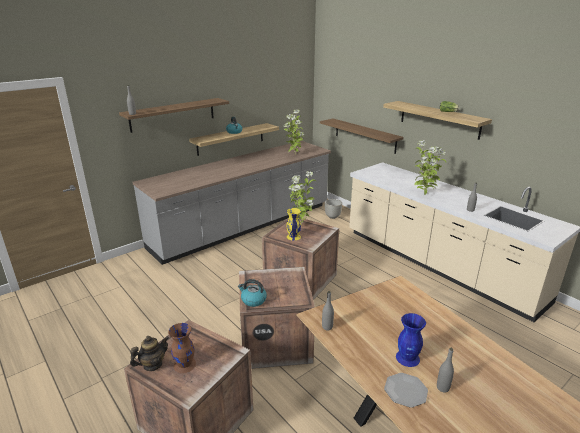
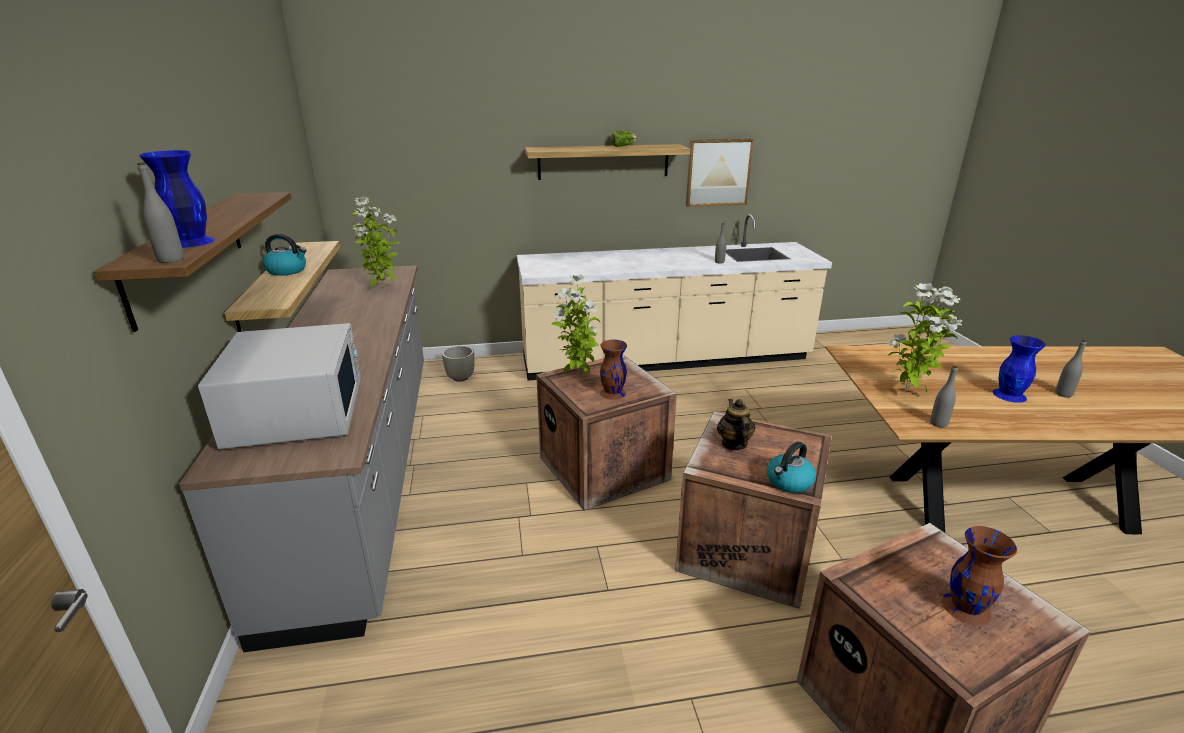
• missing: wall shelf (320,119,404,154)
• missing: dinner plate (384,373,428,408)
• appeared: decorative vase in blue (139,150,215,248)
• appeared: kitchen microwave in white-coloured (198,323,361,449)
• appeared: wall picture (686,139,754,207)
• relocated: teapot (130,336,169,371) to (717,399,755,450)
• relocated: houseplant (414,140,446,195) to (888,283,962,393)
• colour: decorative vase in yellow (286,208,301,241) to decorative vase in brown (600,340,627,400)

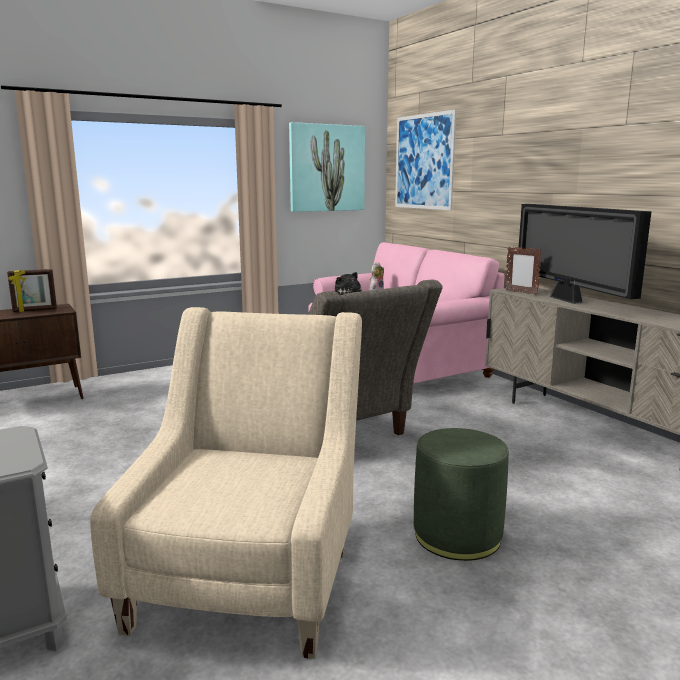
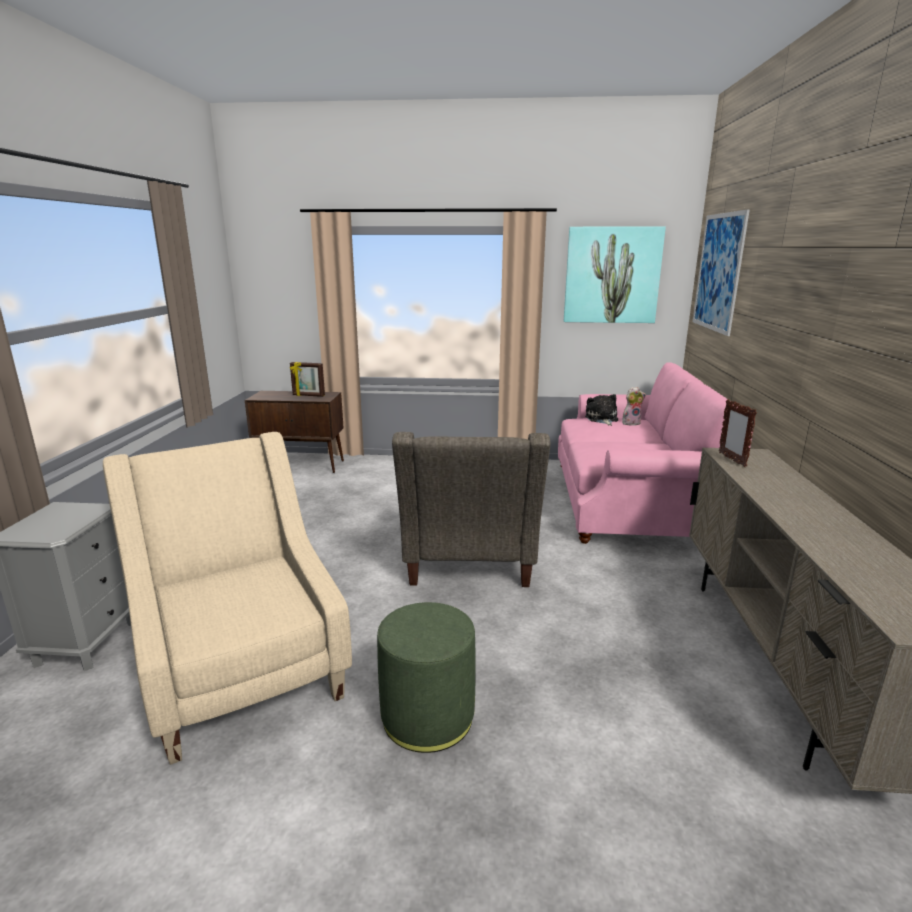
• missing: television (518,204,652,304)
• spun: lounge chair in beige-coloured (90,307,362,659) = (103,432,352,765) 75 degrees counterclockwise

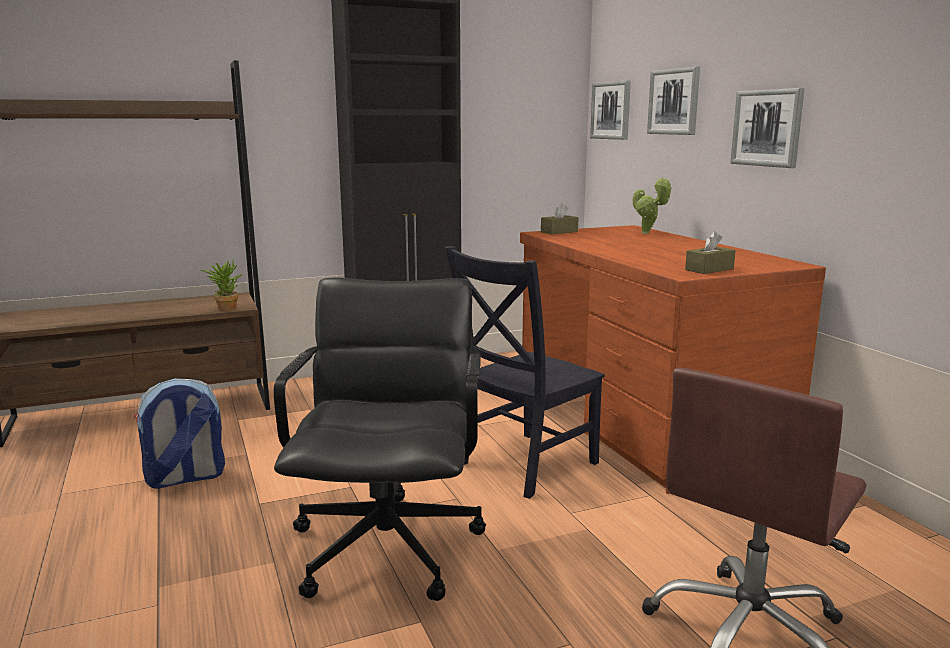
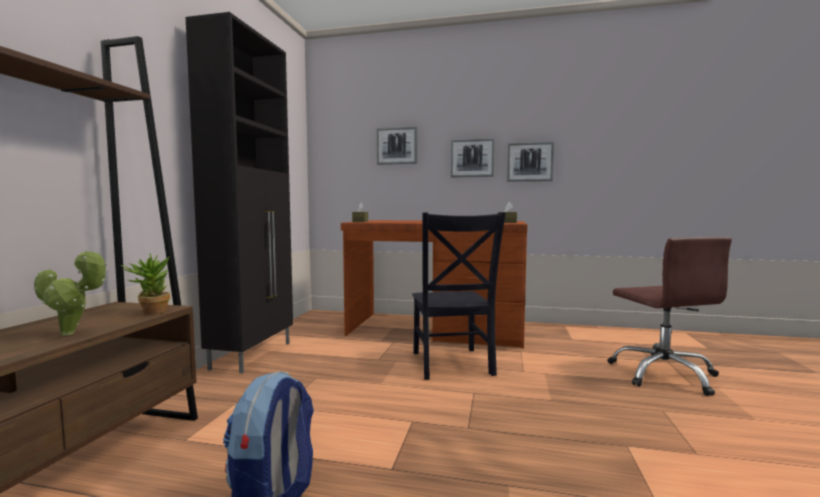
• missing: office chair in black (274,278,486,601)
• relocated: wall picture (590,80,631,140) to (507,141,554,182)
• relocated: houseplant (633,177,672,234) to (34,250,108,336)

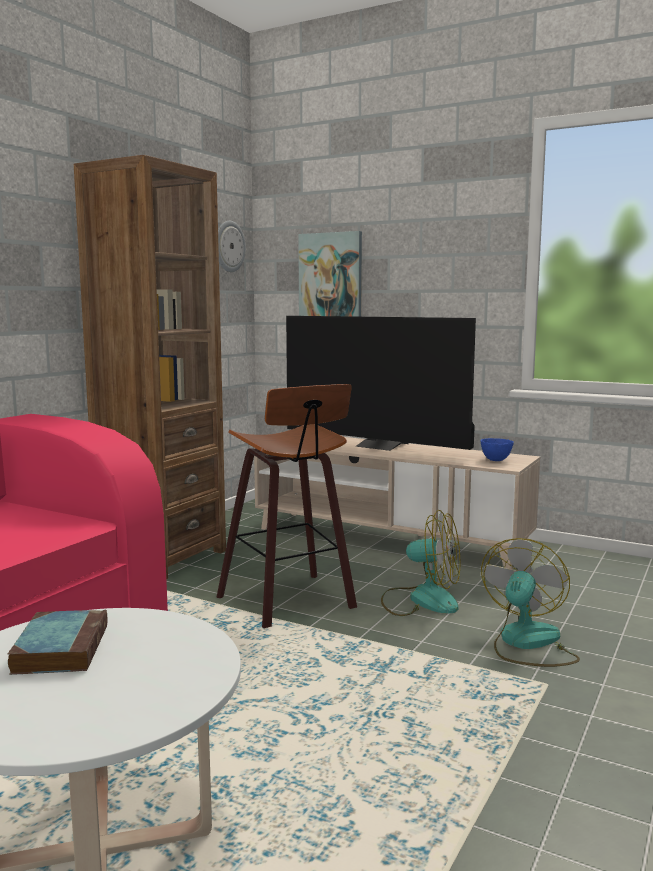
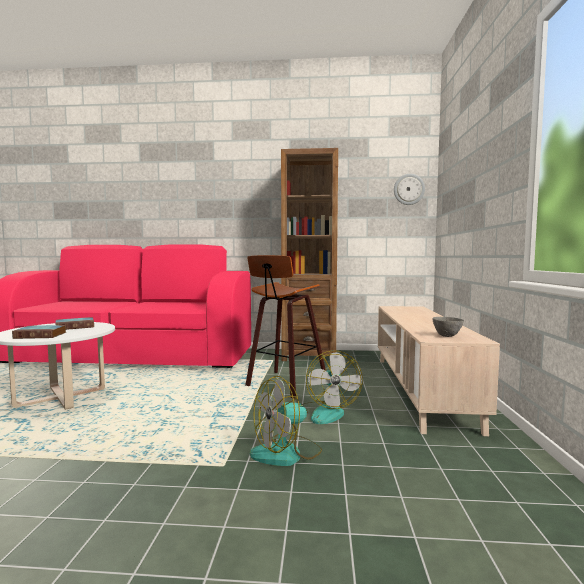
• missing: television (286,316,476,451)
• missing: wall picture (298,231,362,317)
• appeared: volume (12,325,67,339)
• colour: serving bowl in blue (480,438,514,461) to serving bowl in gray (432,317,464,337)
• spun: fan (481,538,580,667) = (250,376,322,466) 150 degrees clockwise

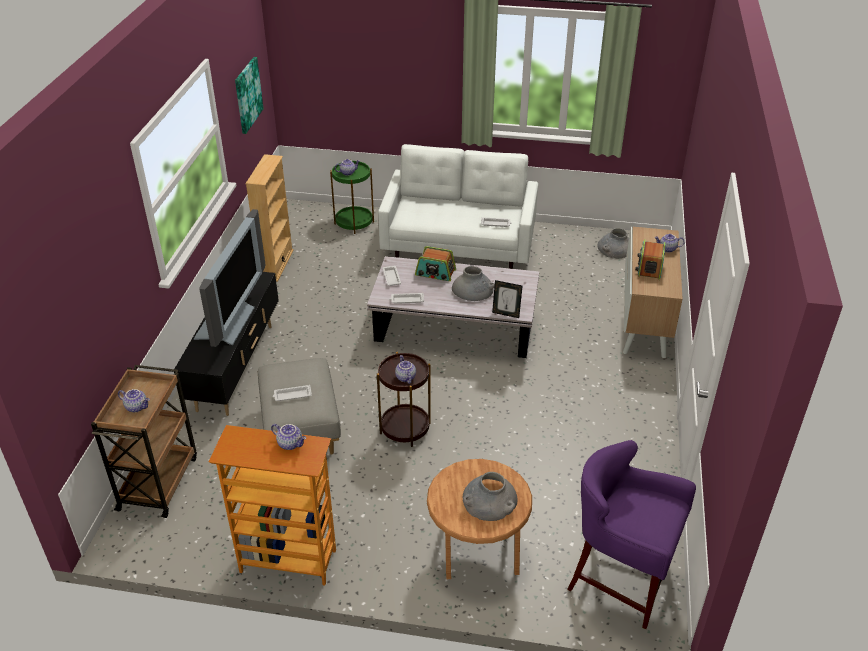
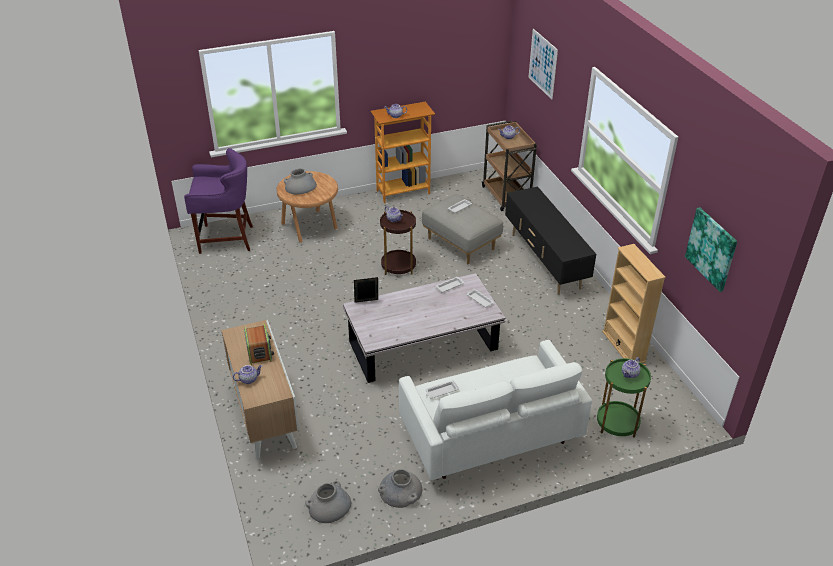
• missing: television (194,209,266,347)
• missing: radio (415,246,456,281)
• appeared: wall picture (529,29,558,100)
• relocated: decorative vase in gray (452,266,495,301) to (378,469,422,508)

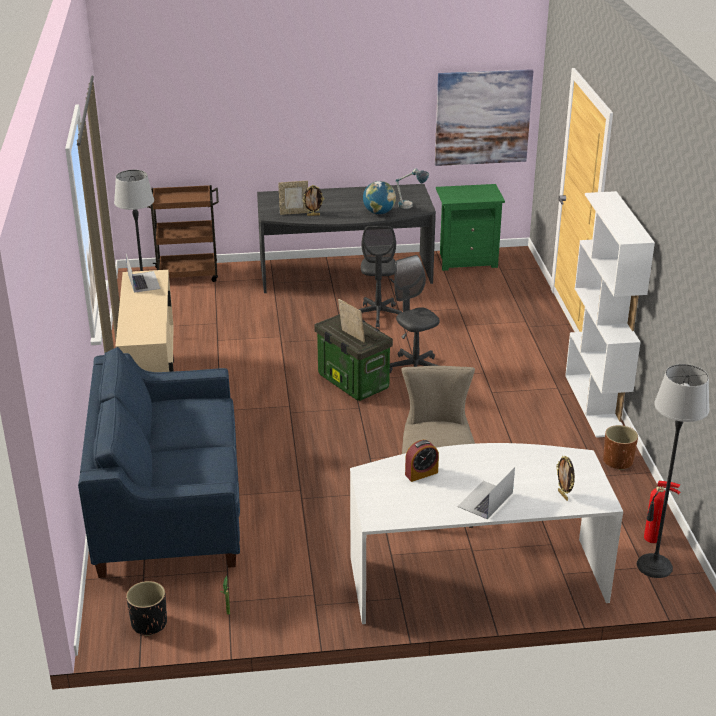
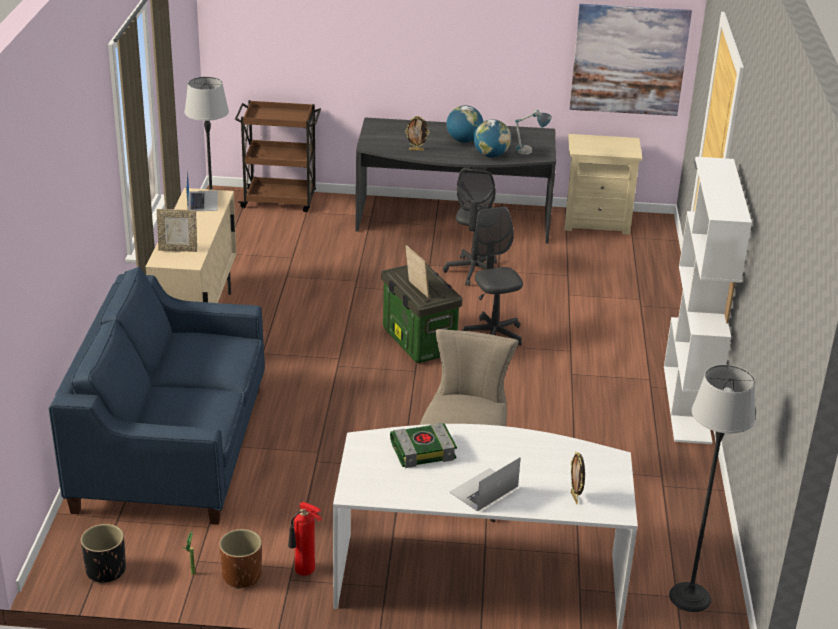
• appeared: globe (446,105,483,143)
• relocated: photo frame (278,181,309,215) to (157,209,197,252)
• relocated: planter in brown (603,425,638,470) to (219,529,262,589)
• relocated: extinguisher (644,481,680,543) to (288,502,322,576)
• exchanged: table clock (405,440,439,482) to volume (390,423,457,468)
• colour: night table in greenish (436,184,505,271) to night table in beige-coloured (564,134,642,235)

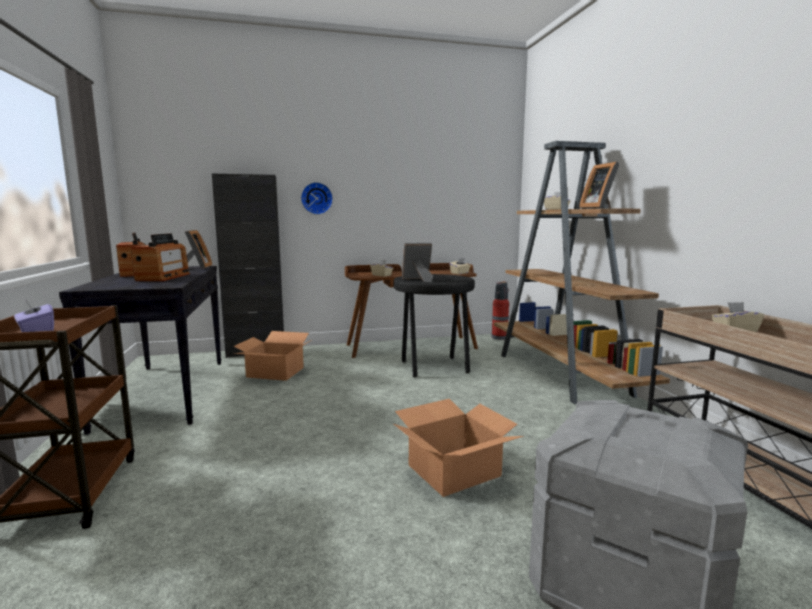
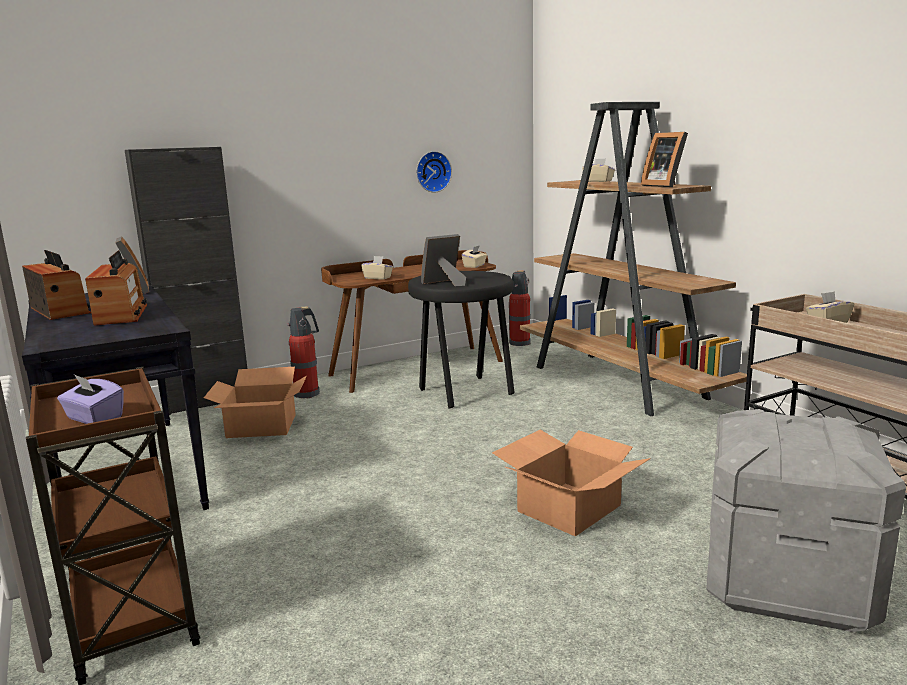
• appeared: extinguisher (287,307,320,398)
• relocated: clock on the wall (301,182,333,215) to (416,151,452,193)

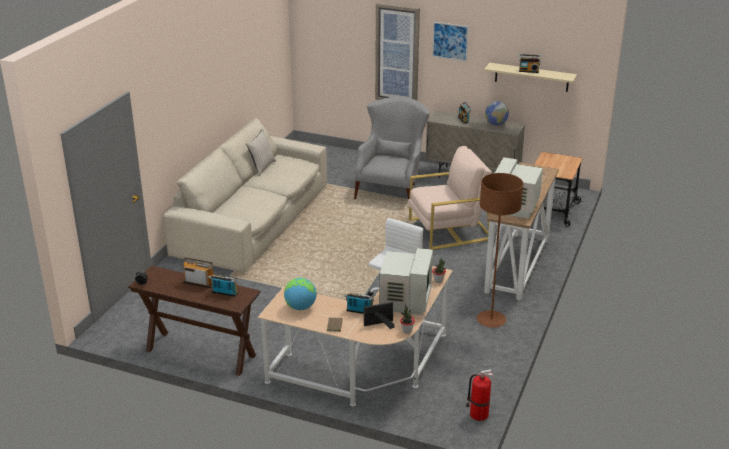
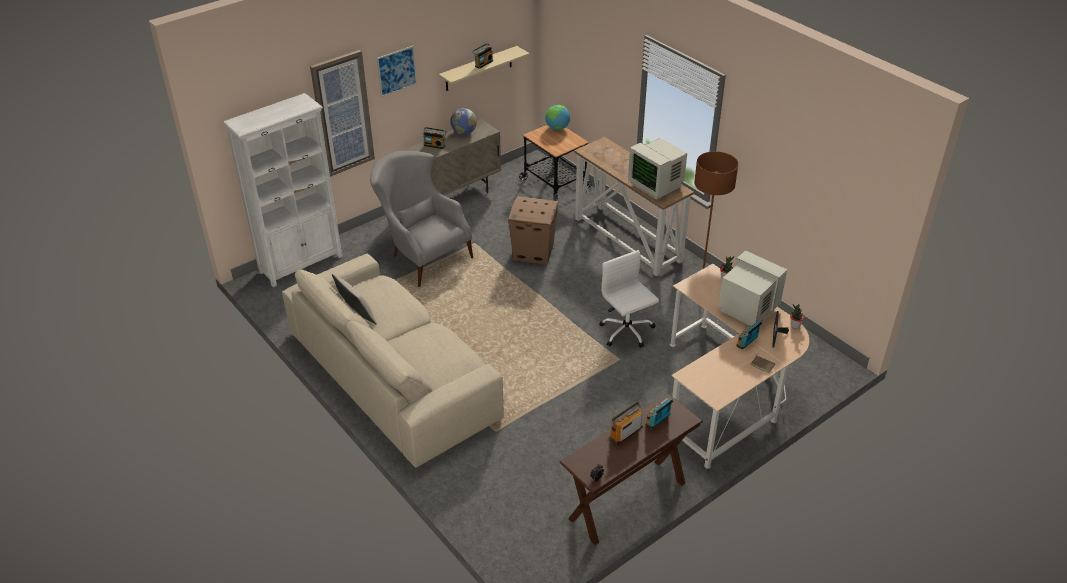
• missing: extinguisher (466,369,493,421)
• appeared: bookshelf in white-coloured (223,93,343,287)
• relocated: globe (284,277,317,310) to (545,105,570,130)
• exchanged: lounge chair in beige-coloured (408,146,492,250) to carton (508,196,558,265)

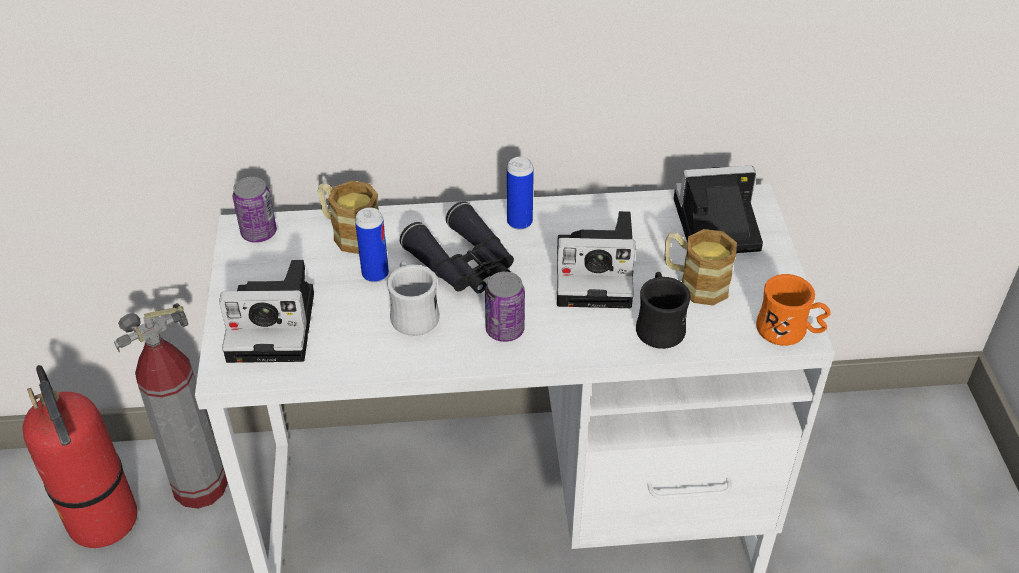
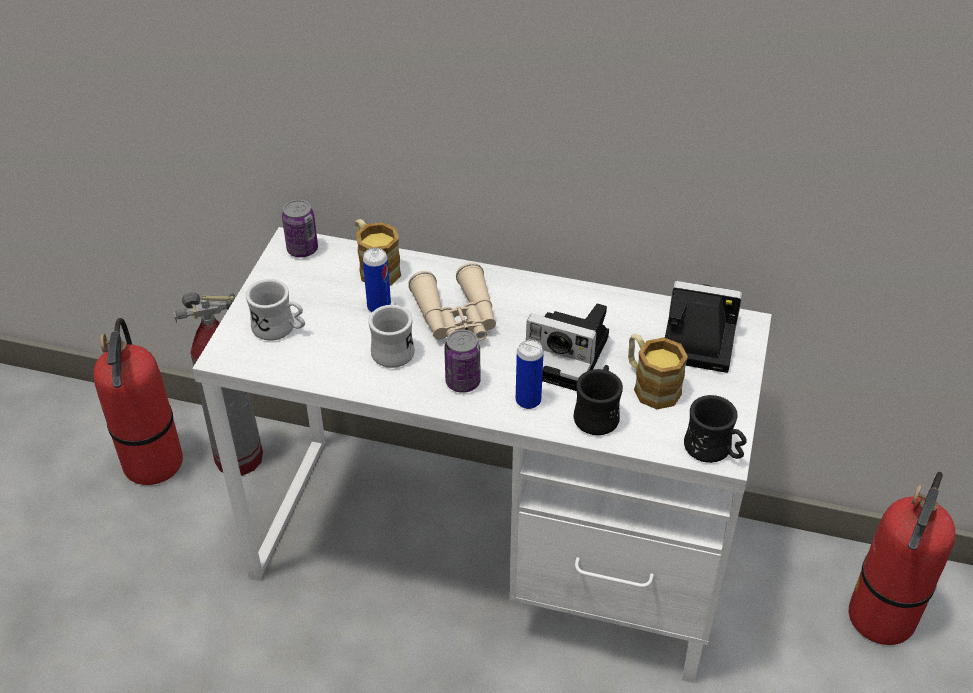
• appeared: extinguisher (849,472,955,645)
• relocated: sealed can (507,157,534,230) to (516,340,544,409)
• exchanged: photo camera (219,260,314,363) to coffee mug in white-coloured (246,279,305,341)
• colour: pair of binoculars in black (400,201,514,294) to pair of binoculars in beige-coloured (409,262,496,340)
• colour: coffee mug in orange (756,274,831,346) to coffee mug in black (684,395,747,463)

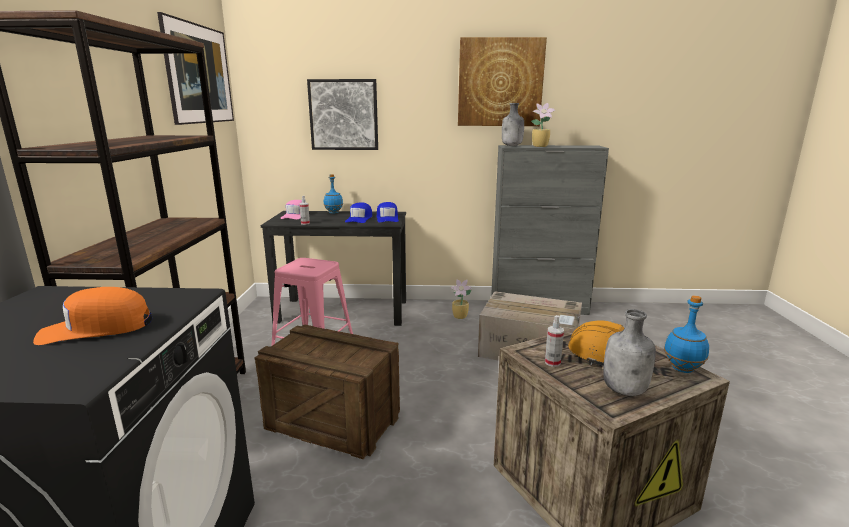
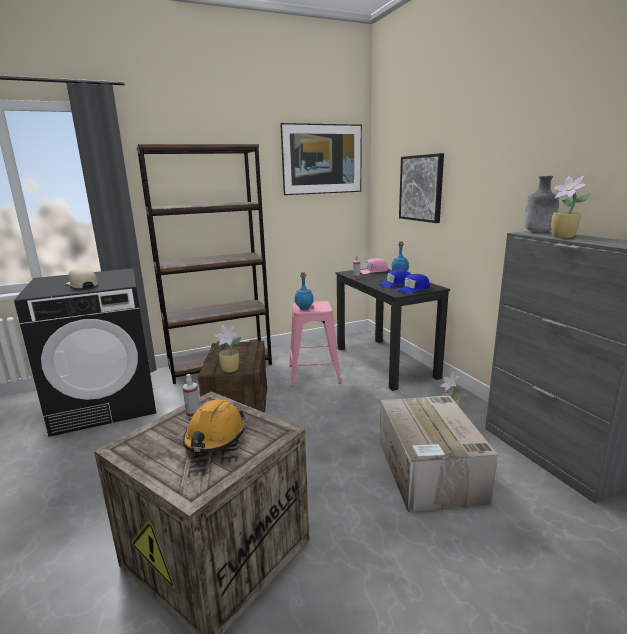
• missing: wall picture (458,37,547,126)
• missing: beverage bottle in gray (603,309,656,396)
• appeared: houseplant (215,325,241,373)
• relocated: beverage bottle in blue (664,295,709,373) to (295,272,314,310)
• colour: peaked cap in orange (33,287,152,345) to peaked cap in beige-coloured (66,268,98,288)

